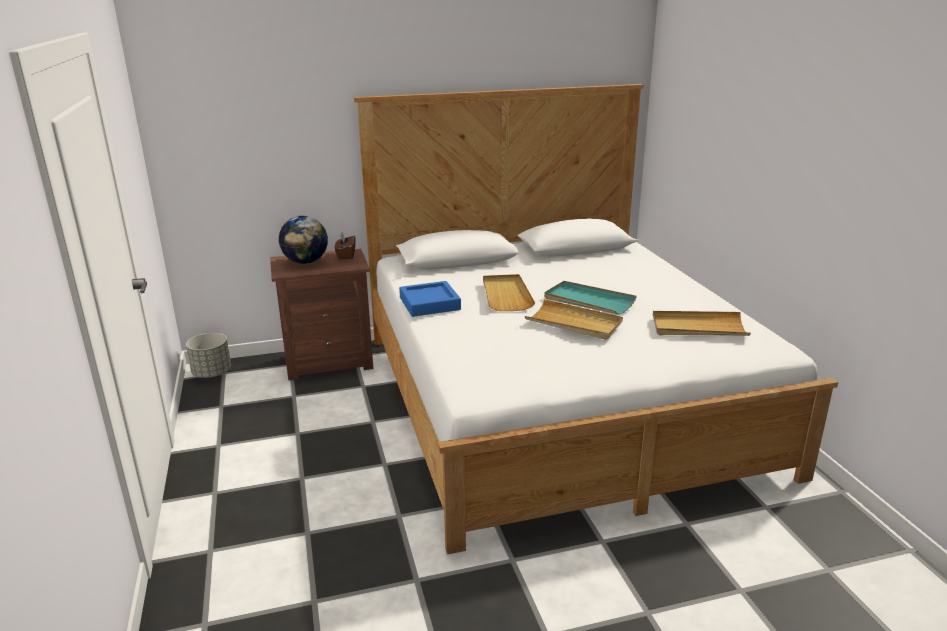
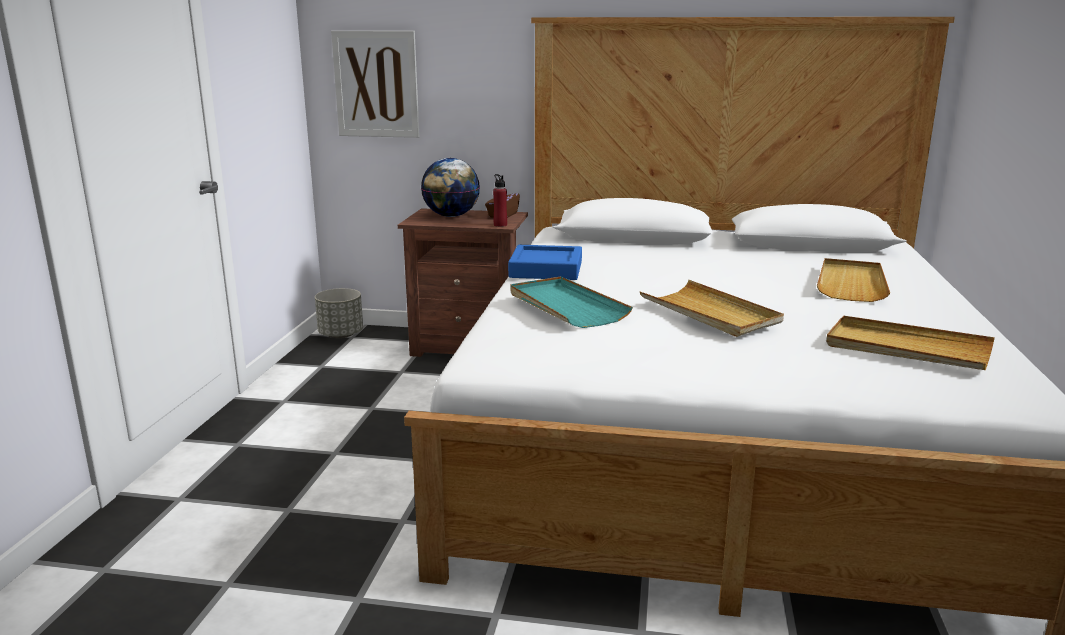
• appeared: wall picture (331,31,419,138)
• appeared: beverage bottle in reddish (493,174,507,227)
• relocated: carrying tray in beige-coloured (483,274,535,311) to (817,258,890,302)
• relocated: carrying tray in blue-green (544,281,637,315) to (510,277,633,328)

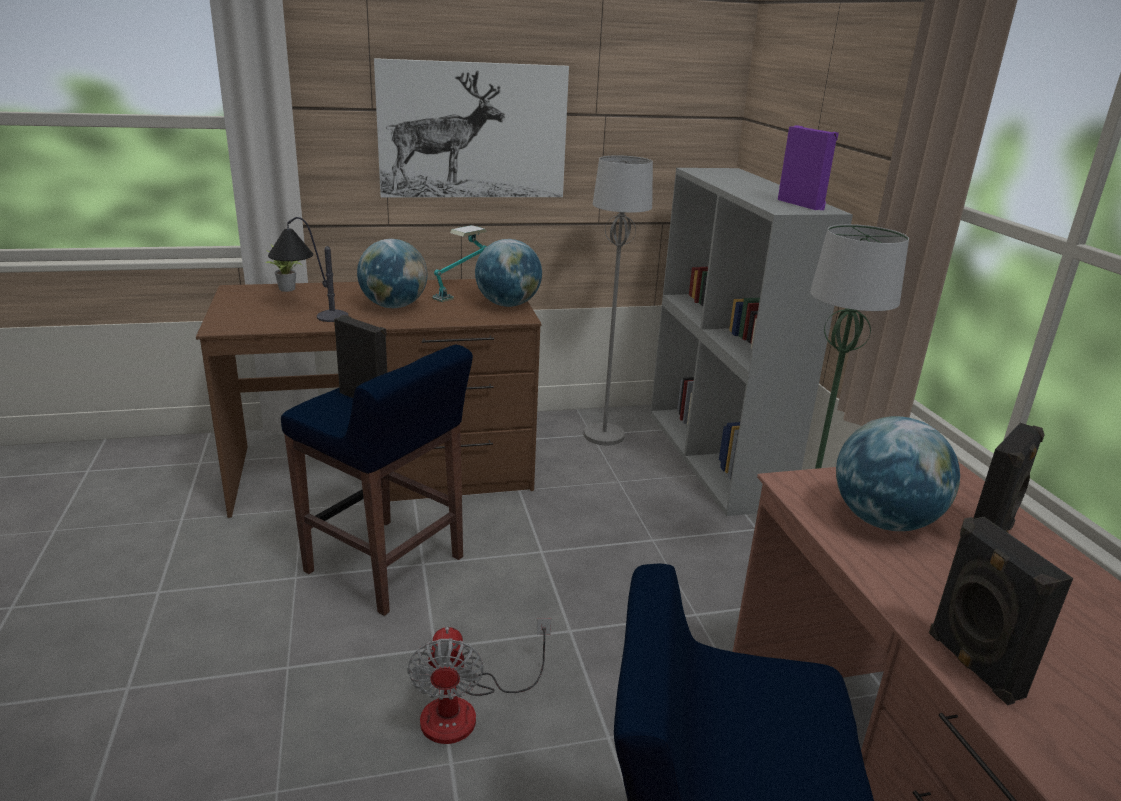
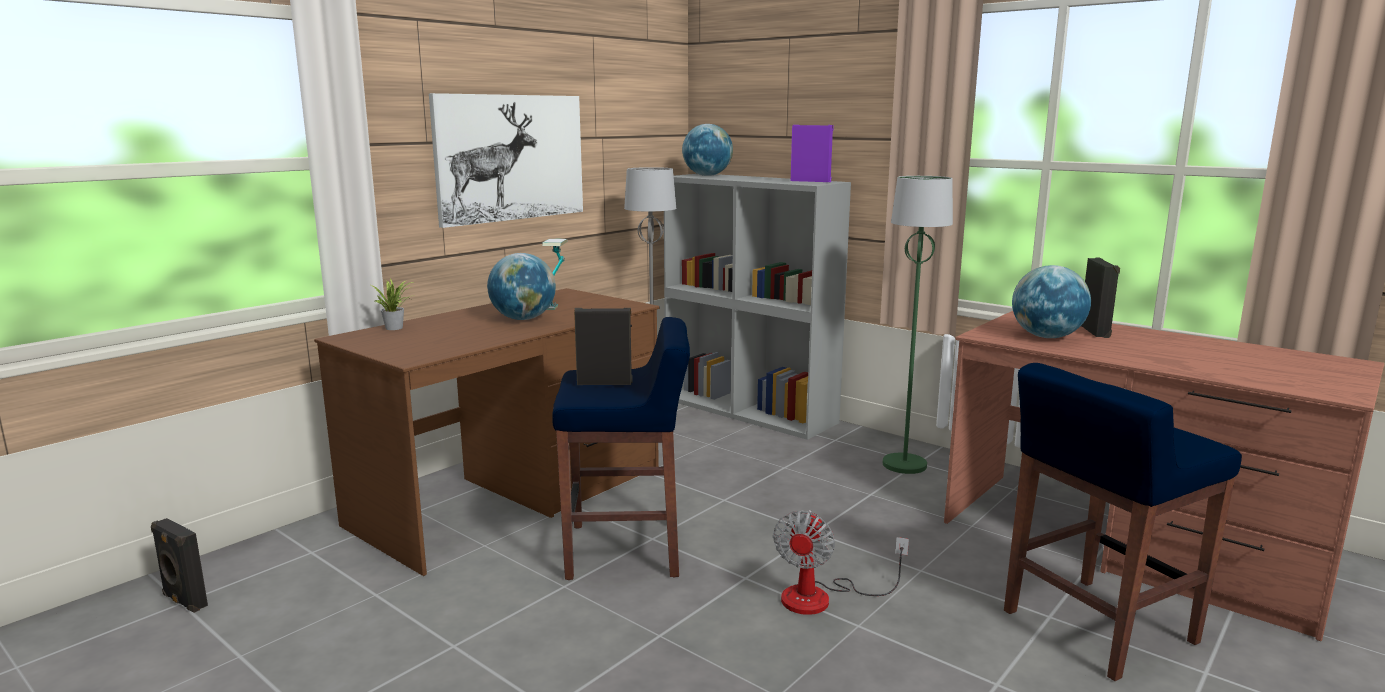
• missing: tabletop lamp (268,217,349,322)
• relocated: globe (475,239,542,307) to (682,124,733,176)
• relocated: loudspeaker in black (929,517,1073,705) to (151,518,208,613)
• spun: fan (407,619,551,744) = (773,510,909,615) 60 degrees clockwise

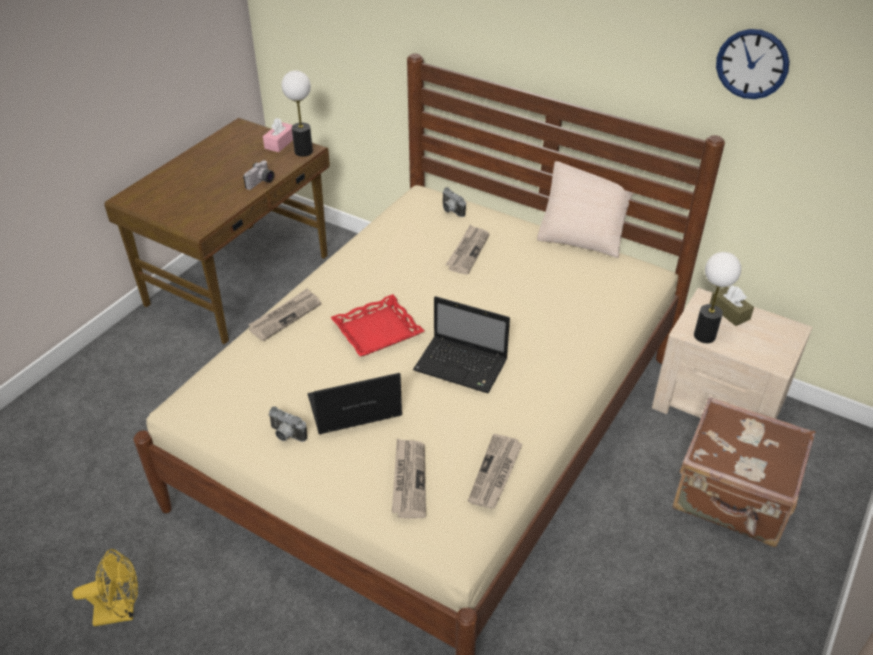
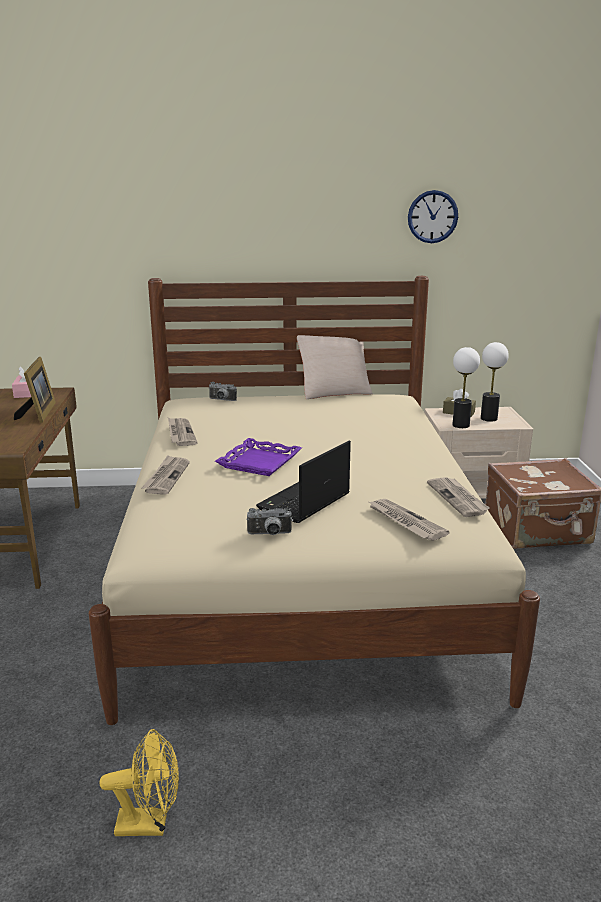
• missing: notebook computer (413,296,510,393)
• relocated: tabletop lamp (282,70,313,157) to (481,342,509,422)
• relocated: printed paper (446,225,489,274) to (168,418,198,446)
• exchanged: photo camera (243,160,274,190) to photo frame (14,357,56,423)
• colour: carrying tray in reddish (330,294,424,356) to carrying tray in purplish (215,438,302,476)
• spun: fan in yellow (72,549,138,626) = (100,729,179,836) 45 degrees clockwise

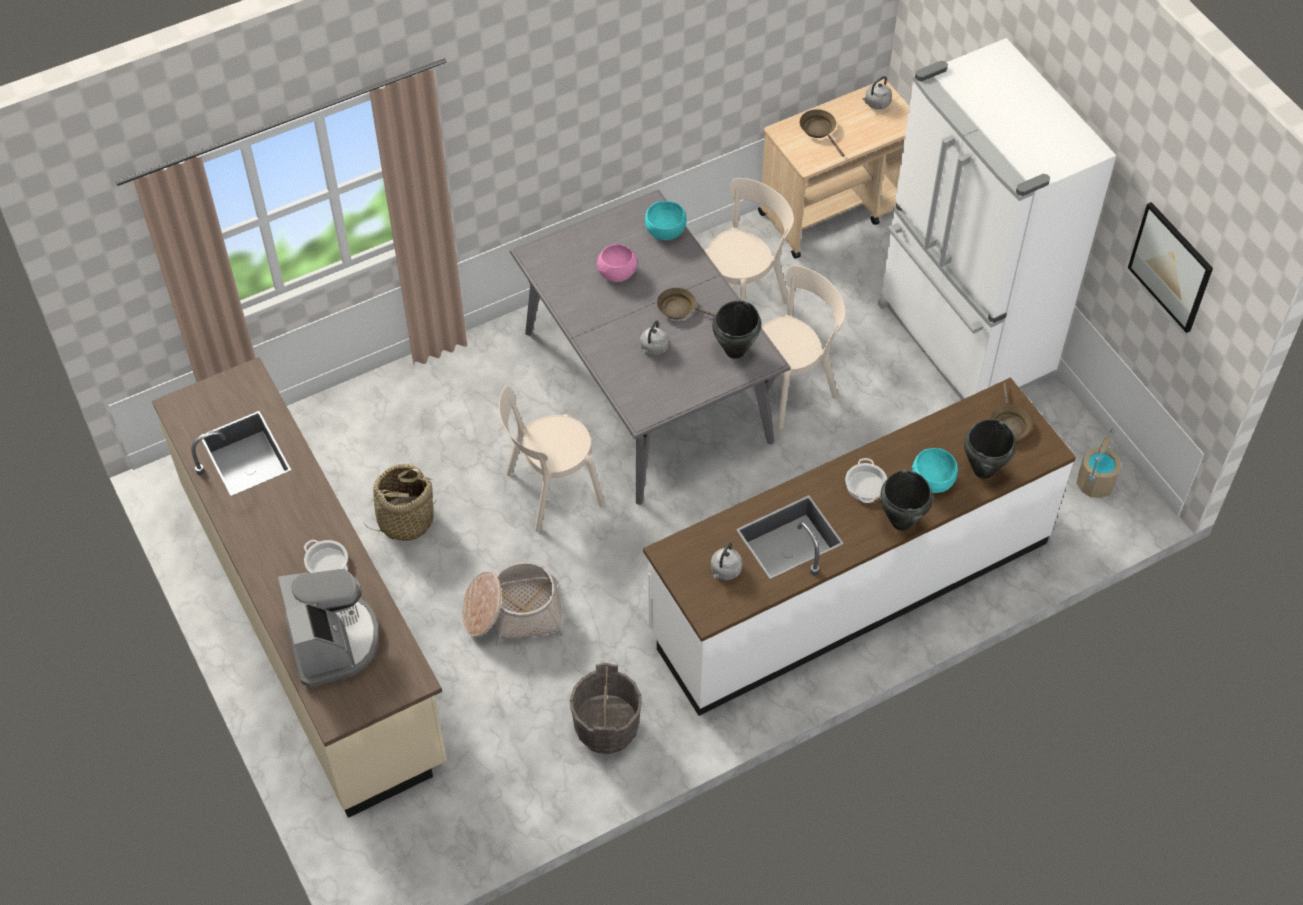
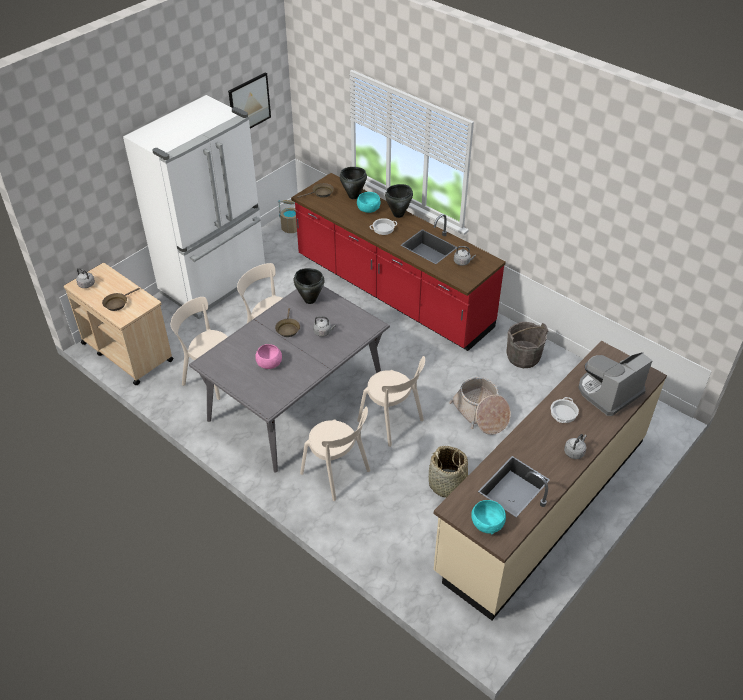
• appeared: chair in beige-coloured (300,406,370,501)
• appeared: tea kettle in gray (564,434,587,459)
• relocated: serving bowl in blue-green (645,201,687,240) to (471,500,506,534)
• colour: kitchen base unit in white-coloured (643,377,1076,716) to kitchen base unit in reddish (291,173,506,351)

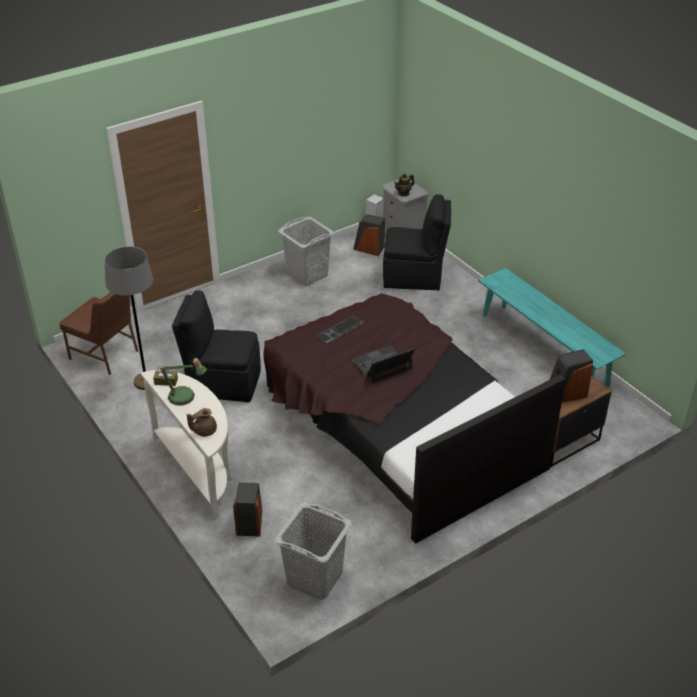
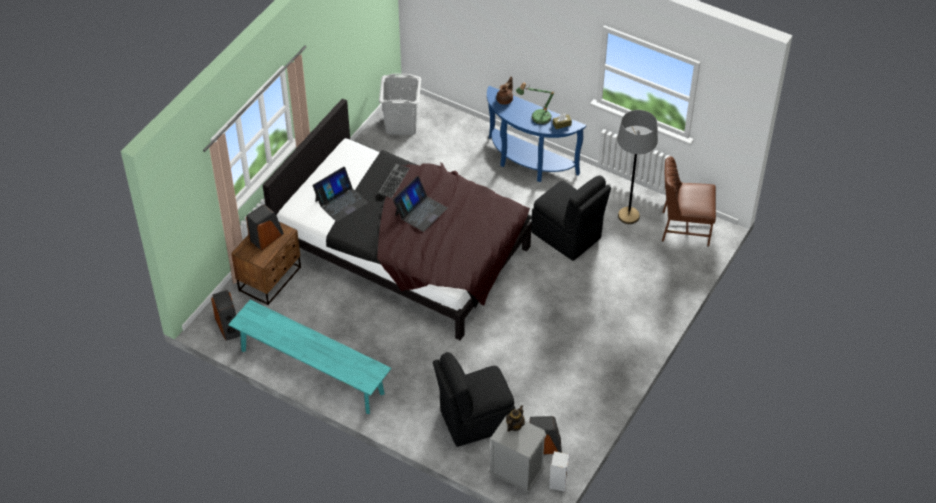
• missing: washing basket in gray (278,217,335,286)
• appeared: notebook computer (312,167,368,222)
• relocated: loudspeaker (233,483,262,536) to (211,290,240,341)
• relocated: keyboard (316,316,364,344) to (378,164,410,198)
• colour: narrow table in white-coloured (141,370,232,520) to narrow table in blue (487,86,586,182)
• spun: chair in black (172,290,261,402) = (531,175,611,261) 60 degrees clockwise

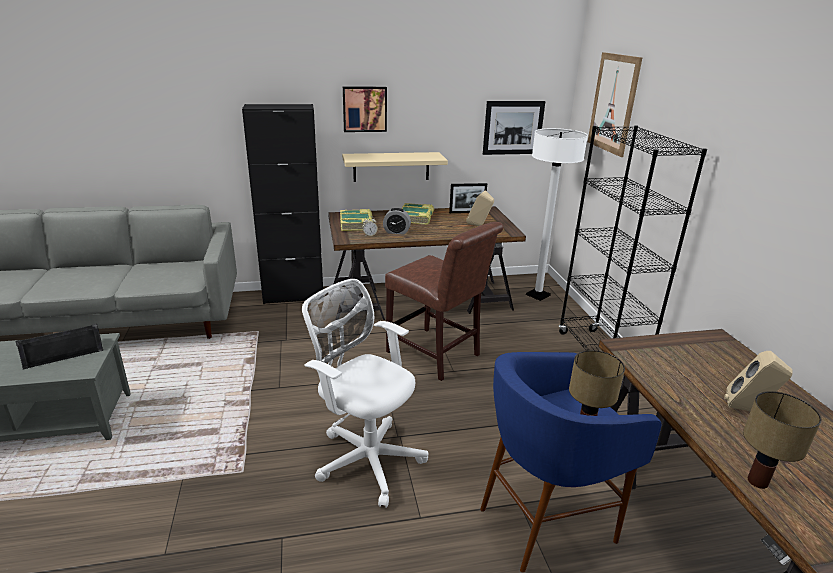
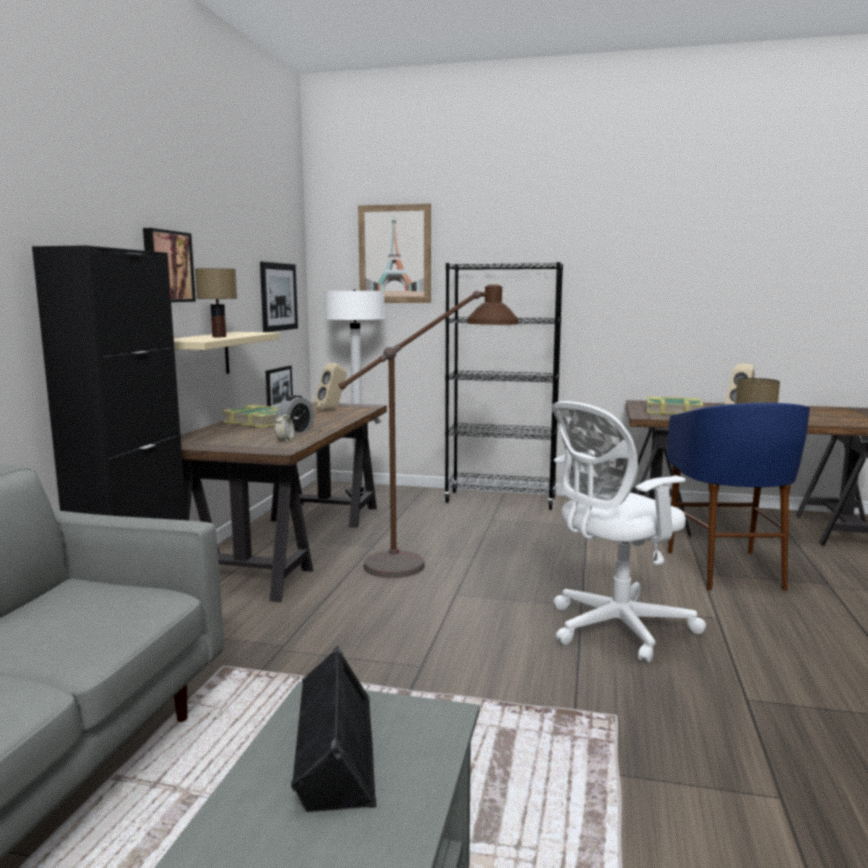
• relocated: volume (340,209,372,231) to (647,396,703,414)
• relocated: tabletop lamp (743,391,822,489) to (195,268,237,337)
• exchanged: chair in brown (385,222,503,381) to standard lamp in brown (338,284,518,578)

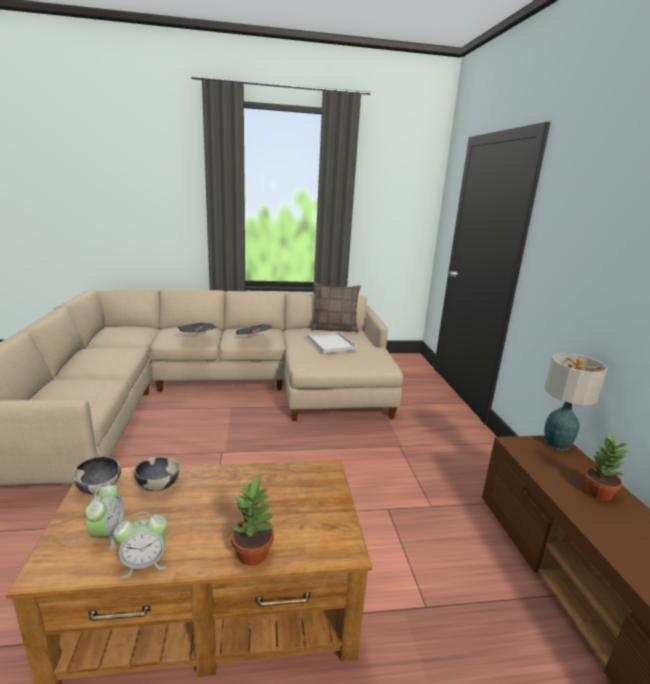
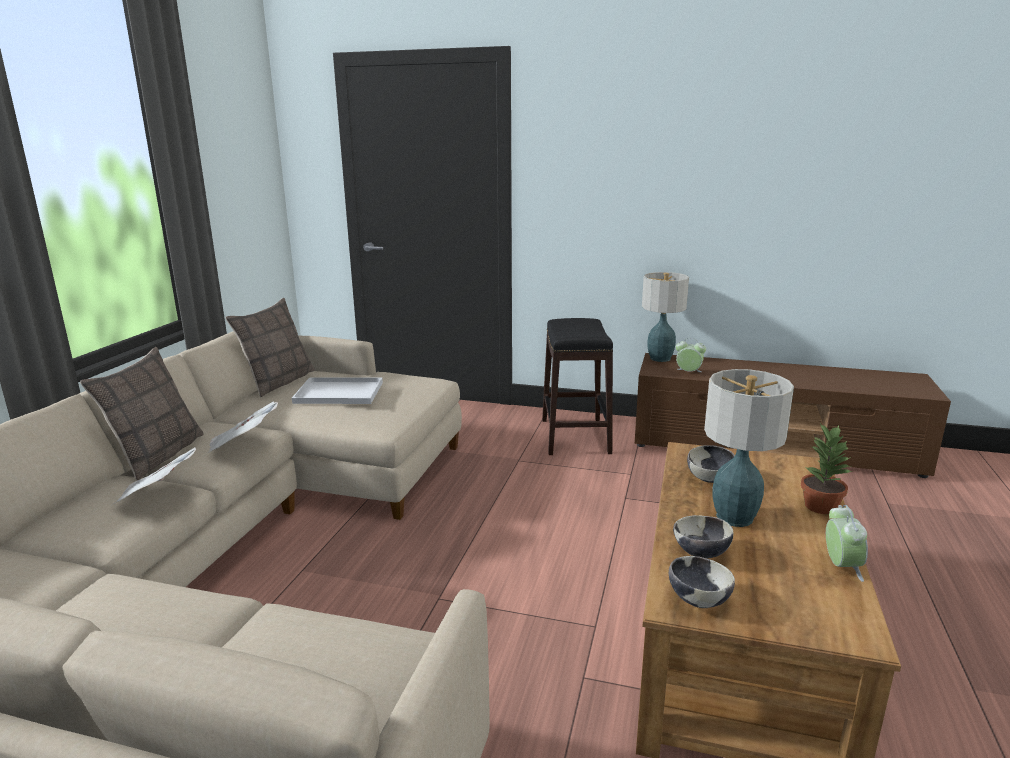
• missing: houseplant (584,433,629,501)
• appeared: pillow (80,347,204,481)
• appeared: stool seat in black (542,318,613,455)
• appeared: serving bowl (687,445,735,483)
• appeared: tabletop lamp (704,369,794,527)
• relocated: table clock (85,483,124,549) to (675,338,706,372)

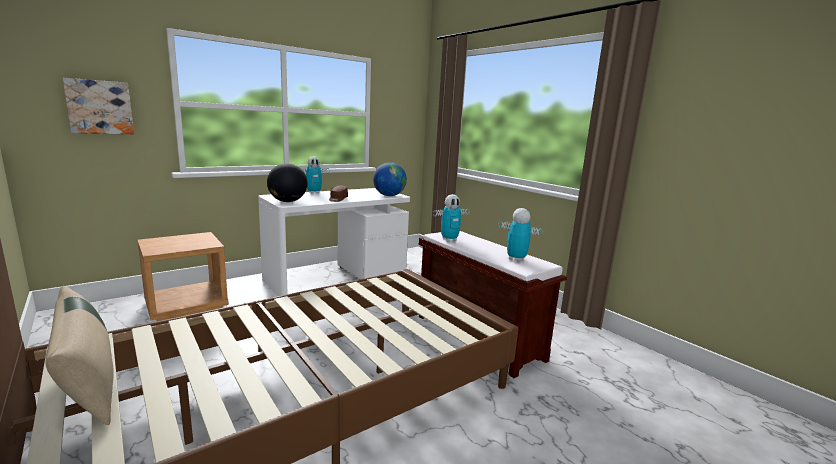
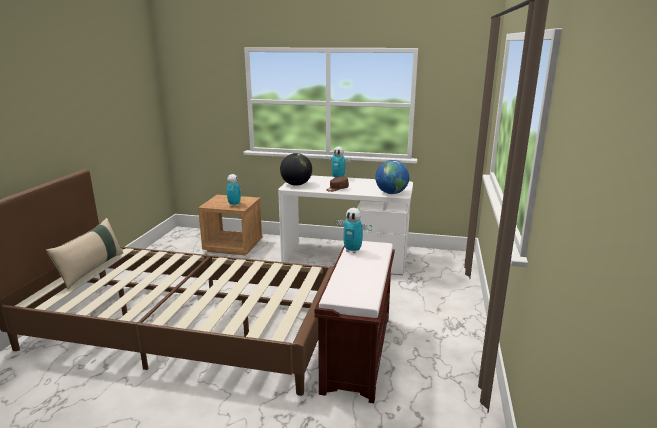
• missing: wall picture (63,78,134,134)
• relocated: model robot (499,208,543,262) to (227,174,241,206)

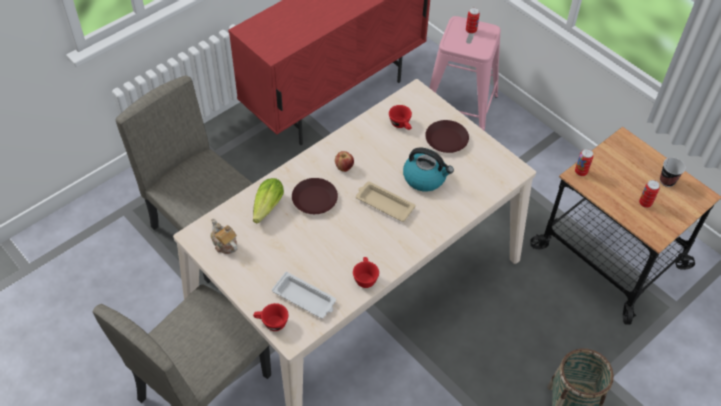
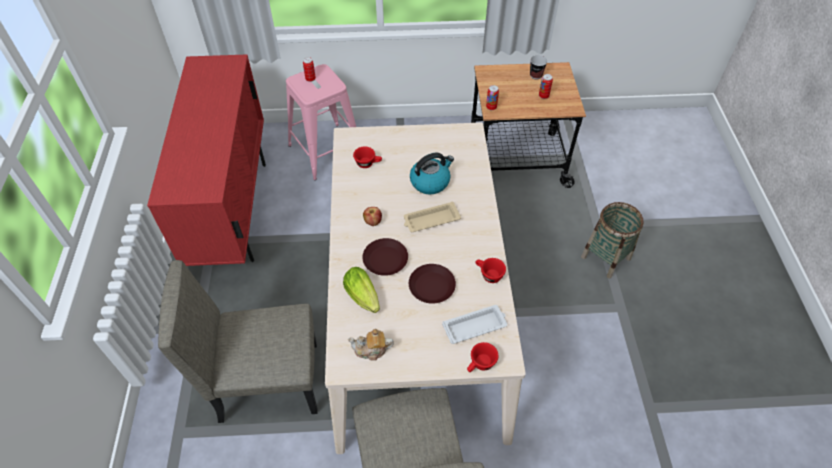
• relocated: dinner plate in brown (425,120,469,153) to (409,264,456,304)

